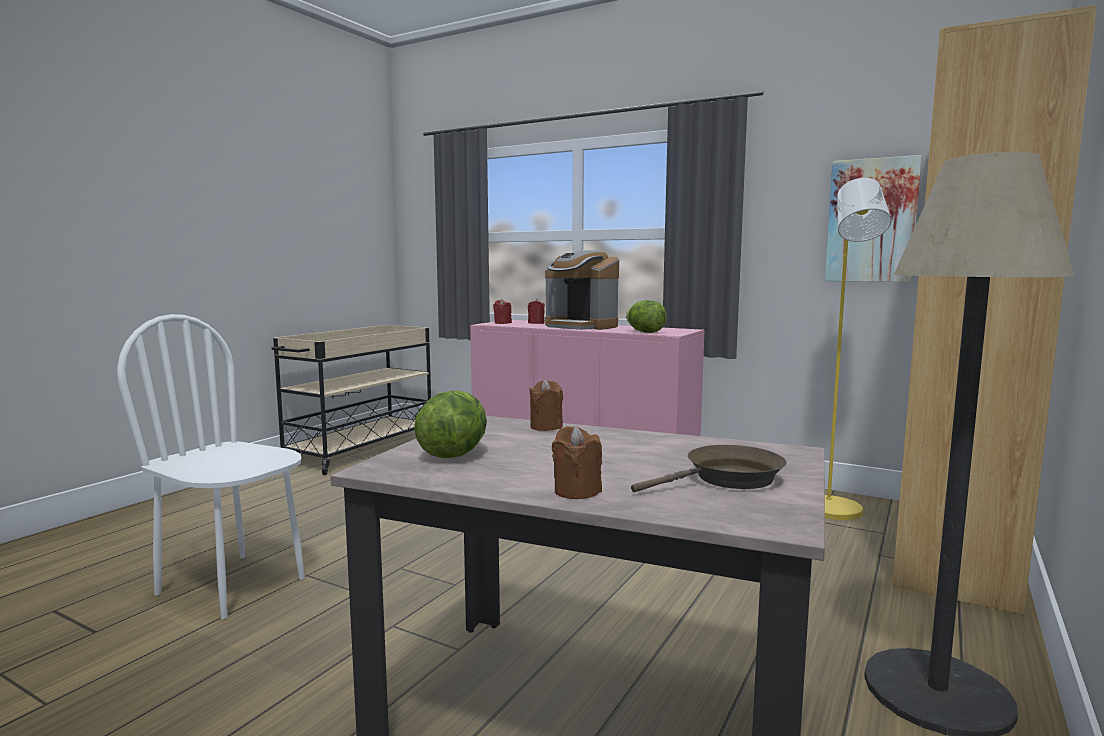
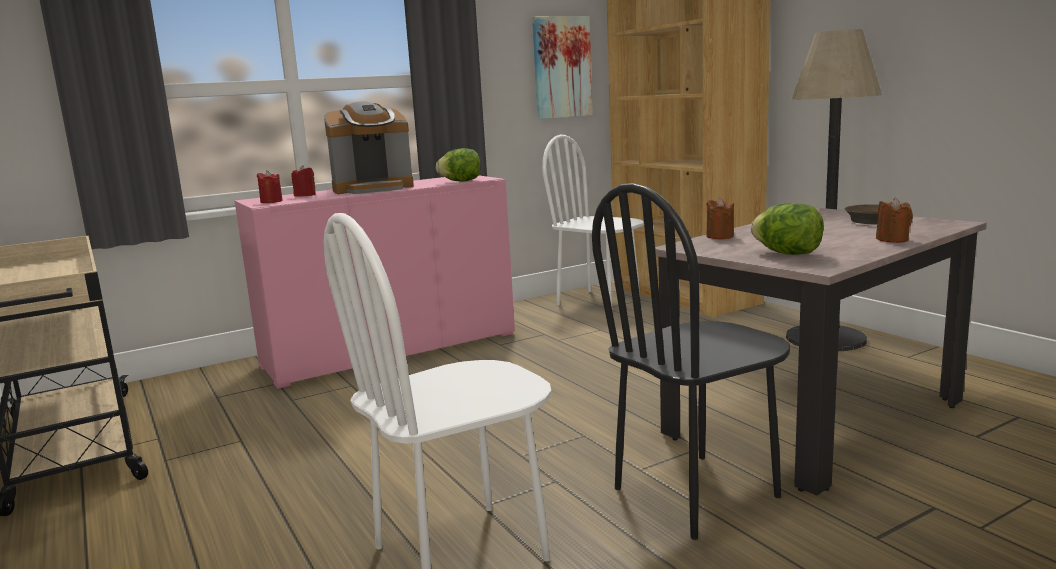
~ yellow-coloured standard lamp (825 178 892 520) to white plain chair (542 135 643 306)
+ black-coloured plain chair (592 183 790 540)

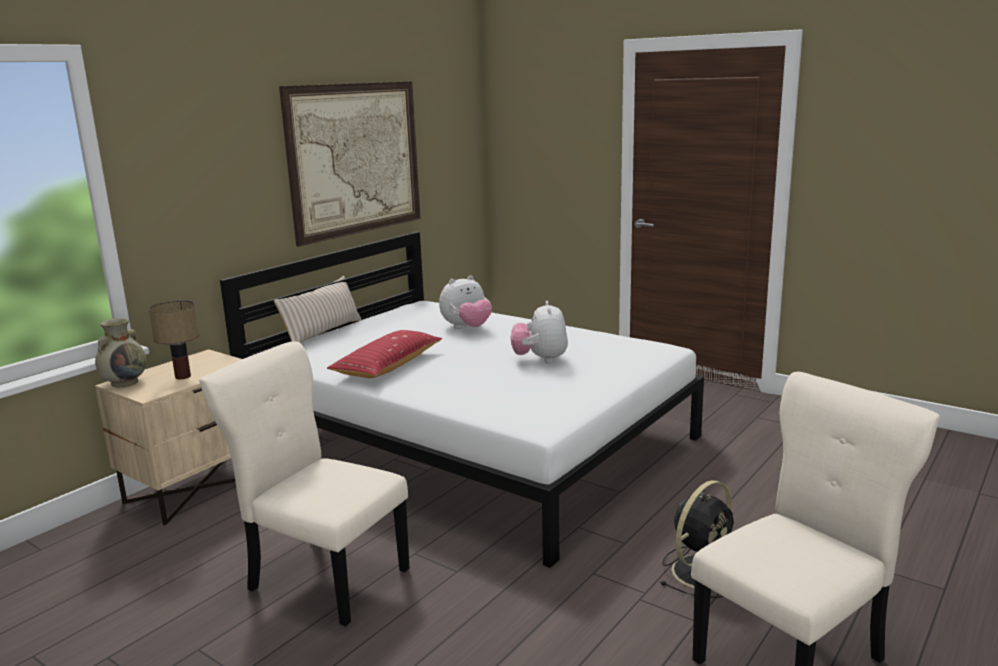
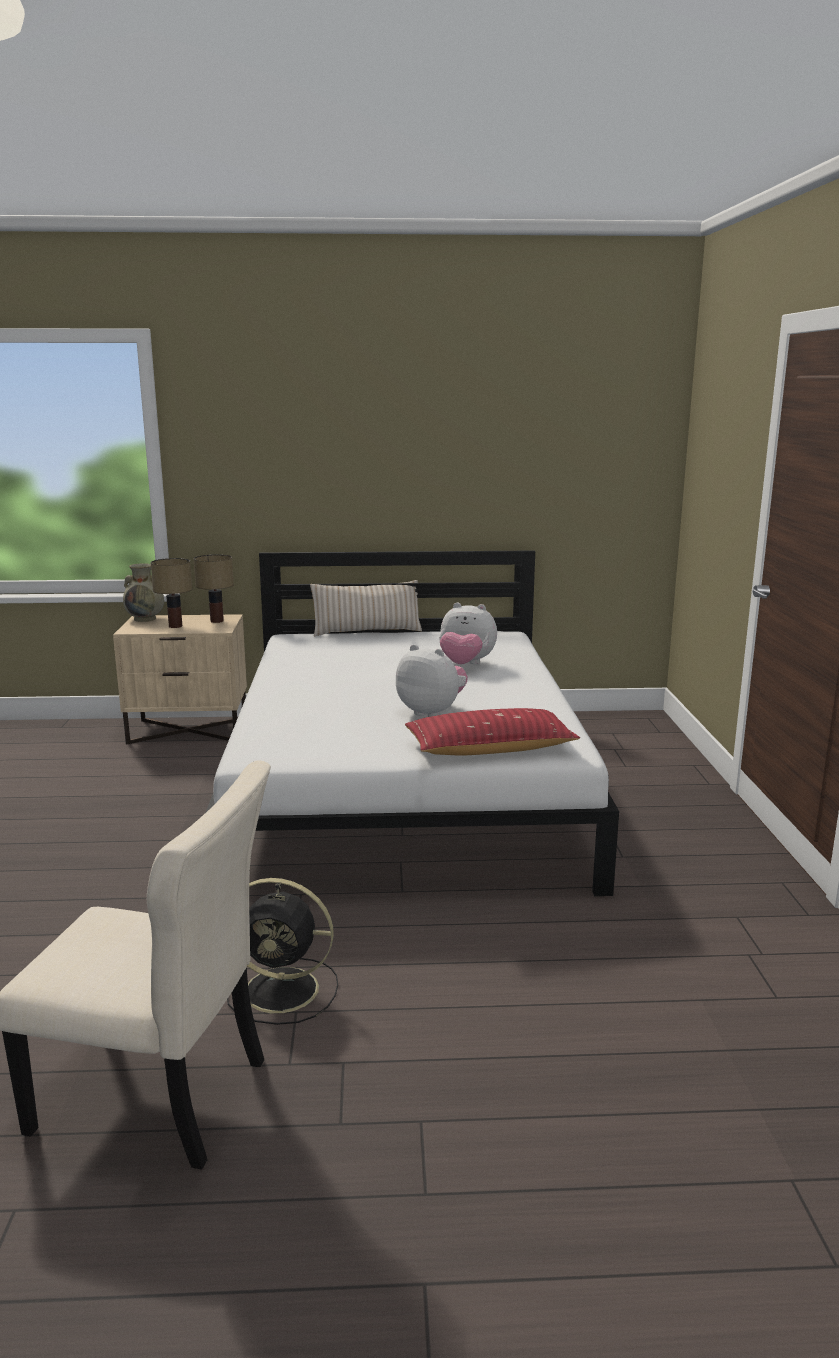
- beige plain chair (199 341 409 627)
- picture (279 82 421 247)
~ reddish cushion (327 330 442 378) to (405 708 580 755)
~ cuddly toy (511 301 568 363) = (396 644 468 717) 75 degrees clockwise
+ tabletop lamp (193 554 234 623)

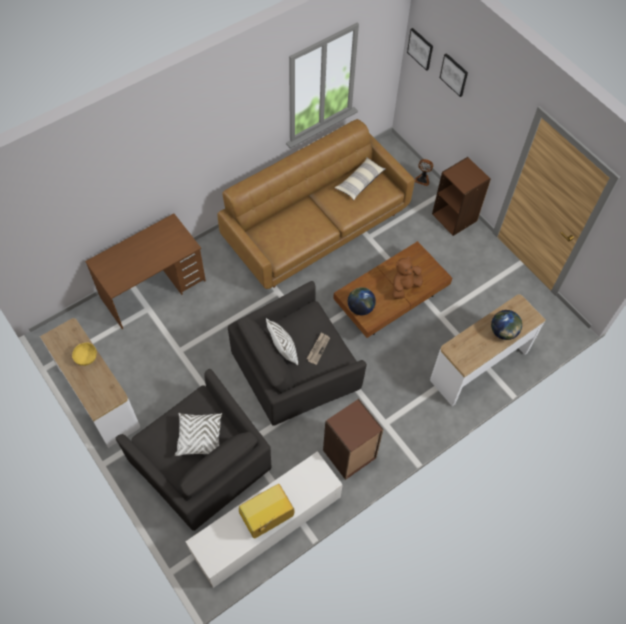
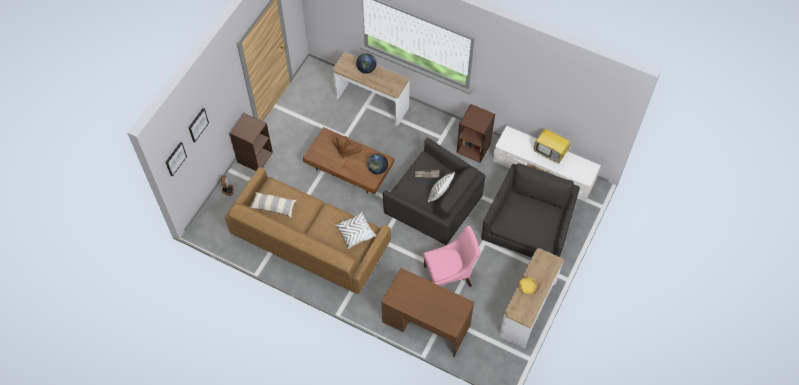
~ white cushion (175 413 222 456) to (335 212 376 249)
+ pink plain chair (423 226 481 287)

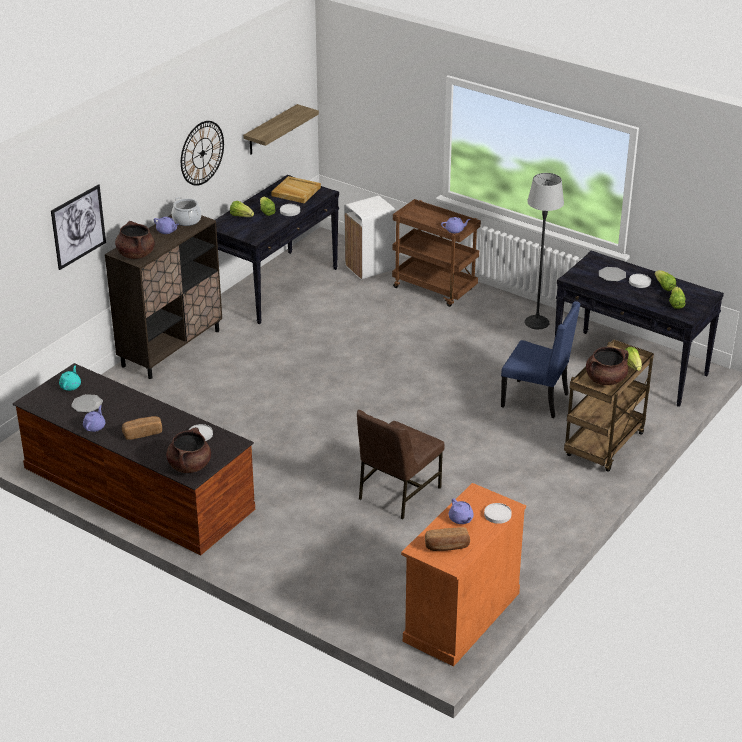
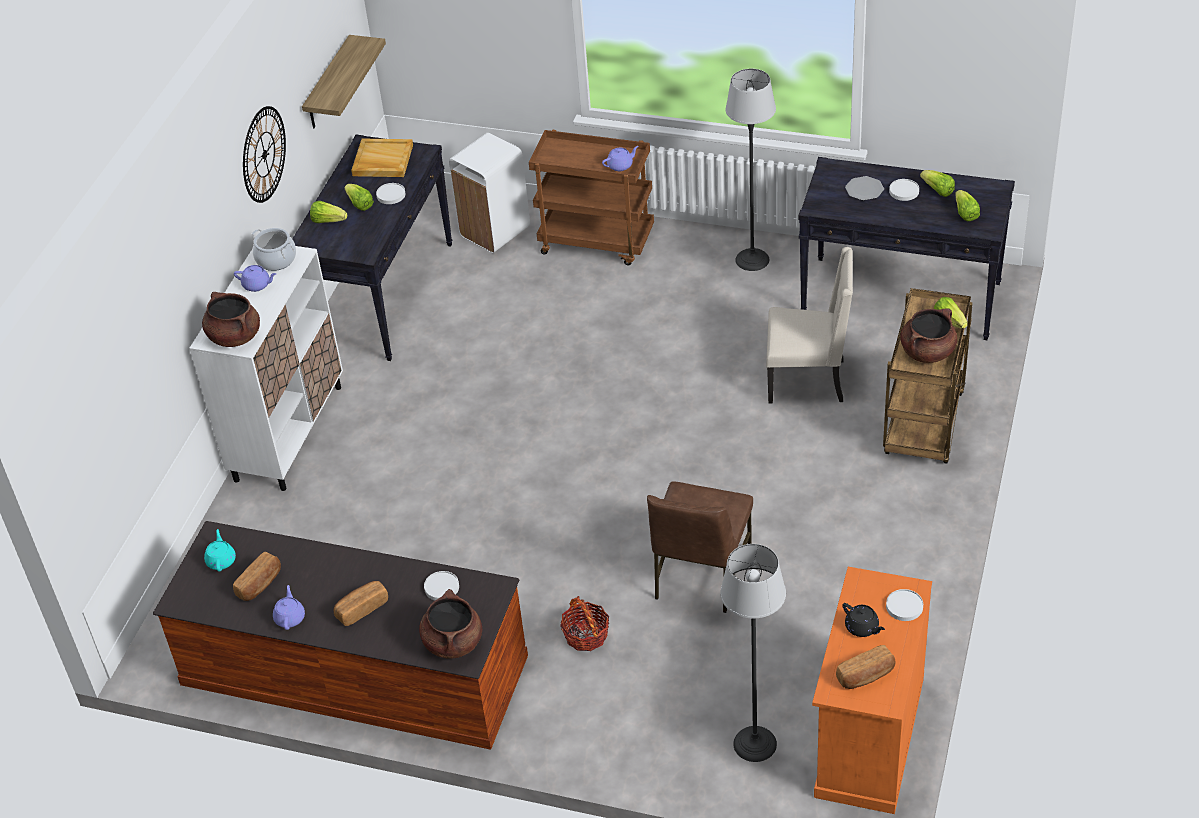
- picture (51 184 106 270)
~ flat dish (71 394 103 413) to bakery bread (233 552 281 601)
~ brown-coloured cabinet (105 214 222 379) to white cabinet (189 246 343 491)
~ purple pot for tea (449 498 474 524) to black-coloured pot for tea (842 603 885 637)
~ blue-coloured plain chair (501 301 581 418) to beige plain chair (766 247 853 404)
+ household basket (560 596 609 651)
+ standard lamp (720 544 786 762)

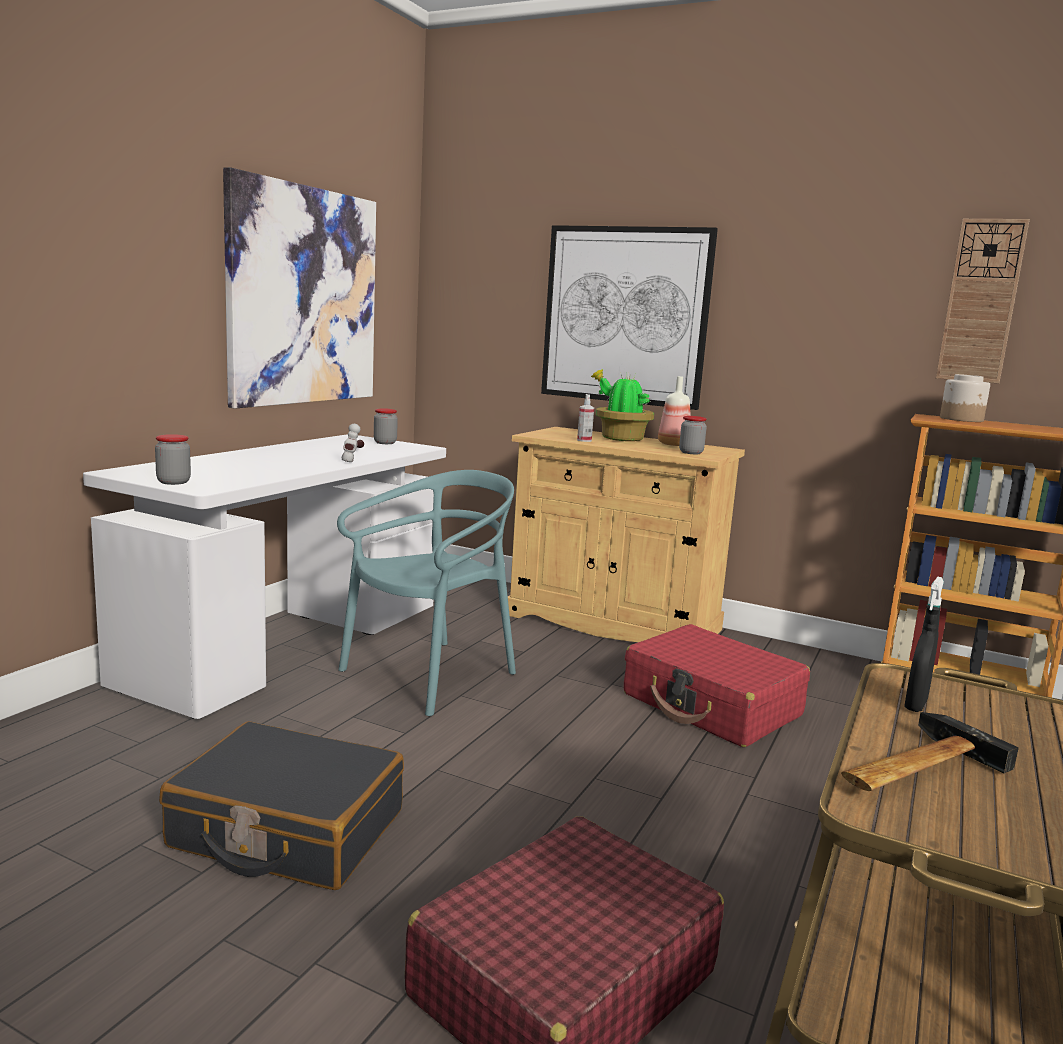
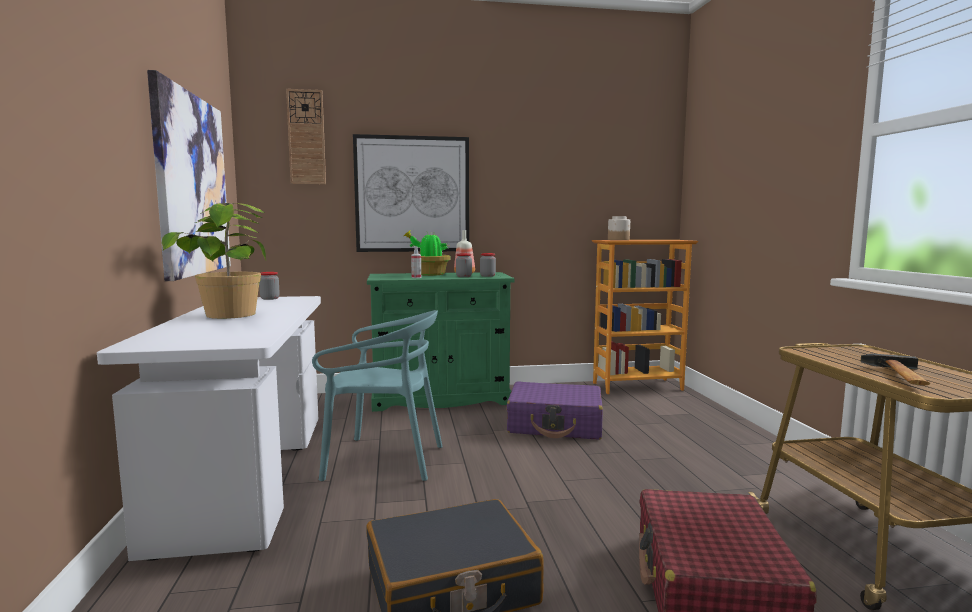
~ jar (155 434 191 485) to (456 253 472 277)
~ turquoise plain chair (337 470 516 716) = (312 310 443 481) 90 degrees clockwise
- hand hammer (342 424 364 462)
~ beige cabinet (508 427 745 642) to green-coloured cabinet (367 272 515 412)
~ reddish suitcase (624 624 810 747) to purple suitcase (507 381 603 440)
- black-coloured sprayer (904 577 944 712)
~ clock on the wall (936 219 1030 383) to (286 89 326 184)
+ houseplant (162 203 266 319)

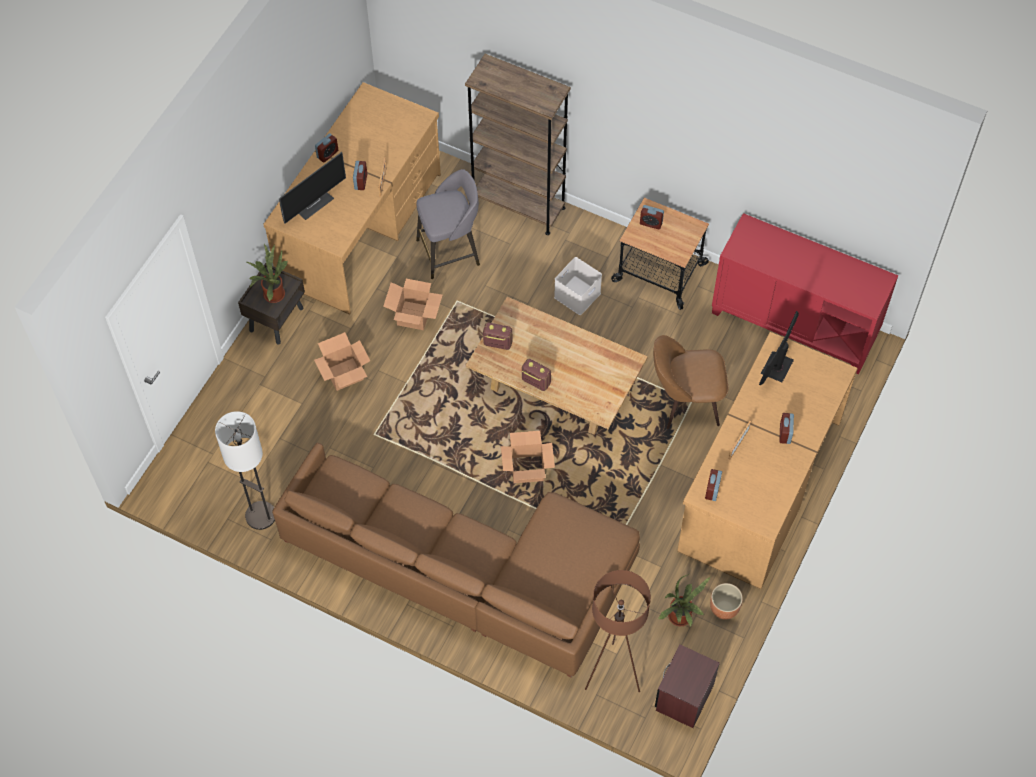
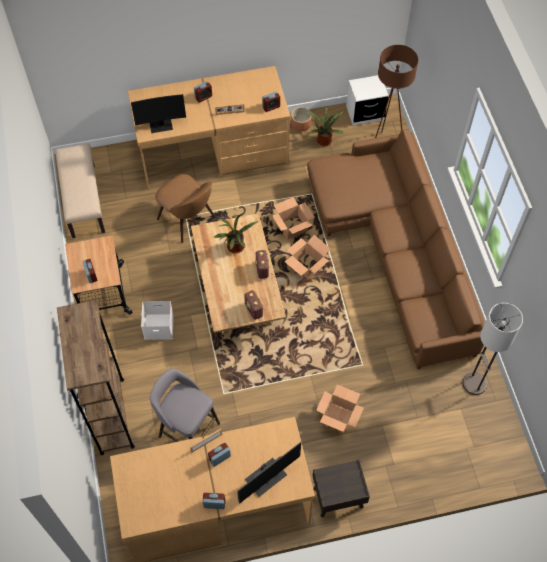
~ houseplant (247 244 288 303) to (214 213 259 254)
~ monitor (279 152 346 224) = (237 442 301 504) 135 degrees clockwise
~ packing box (383 279 443 330) to (272 197 314 239)
~ brown-coloured bedside table (655 645 720 728) to white bedside table (346 75 389 125)
~ reddish cabinet (712 213 898 374) to beige long seat (55 143 105 238)

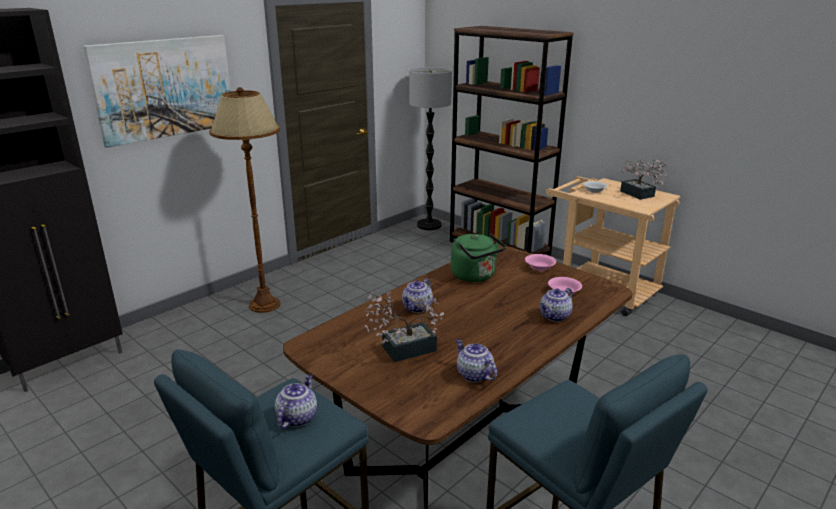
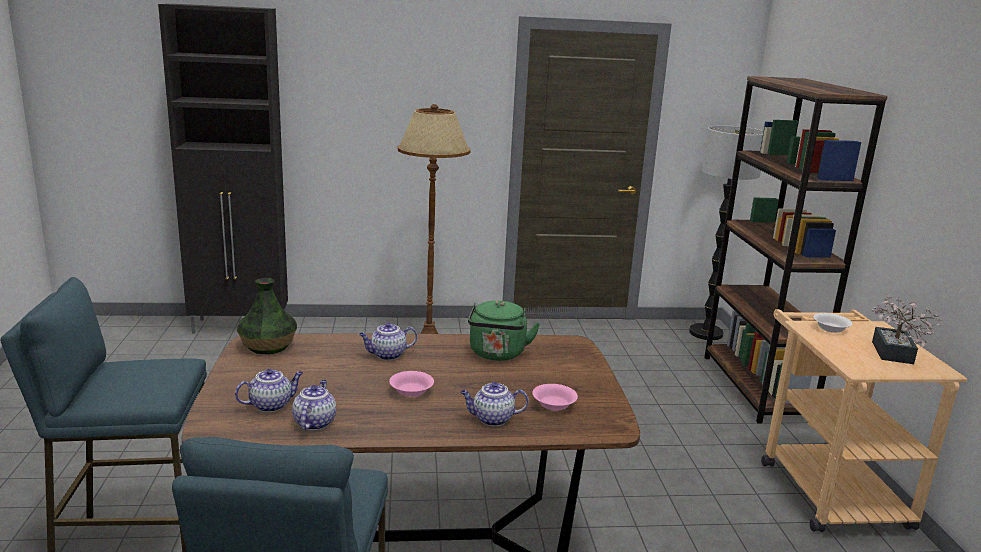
- picture (83 35 231 148)
~ pot for tea (275 375 317 428) to (235 369 303 412)
- houseplant (365 291 444 362)
~ pink bowl (525 254 556 271) to (389 371 434 397)
+ flower vase (237 278 297 354)

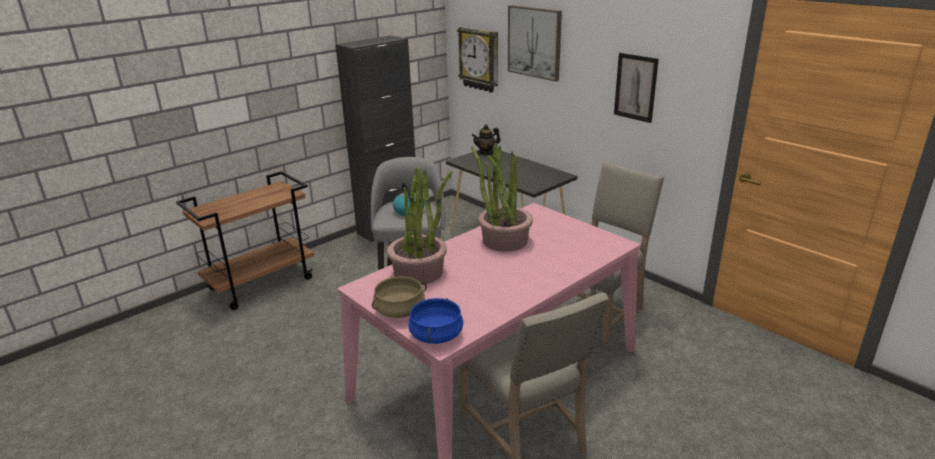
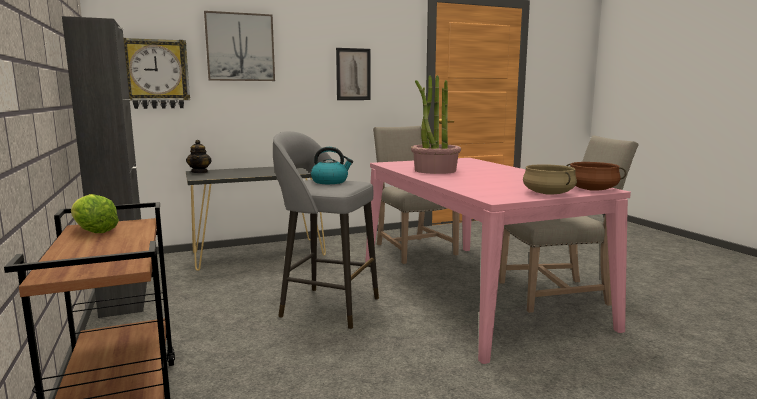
- houseplant (387 167 452 285)
~ blue-coloured stockpot (408 298 464 344) to brown-coloured stockpot (566 162 626 191)
+ head of lettuce (71 194 119 233)

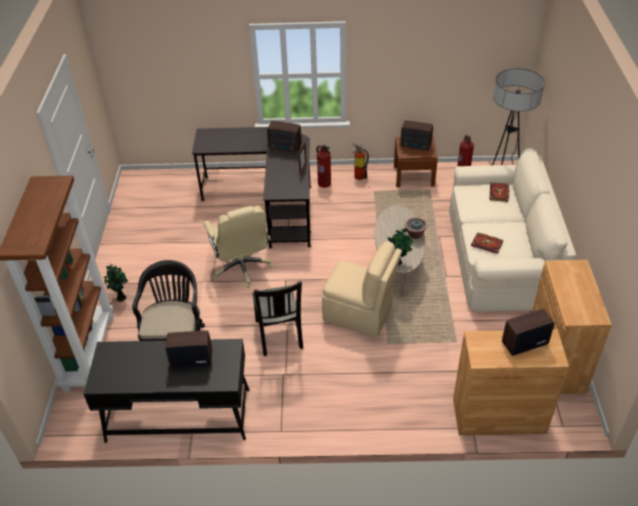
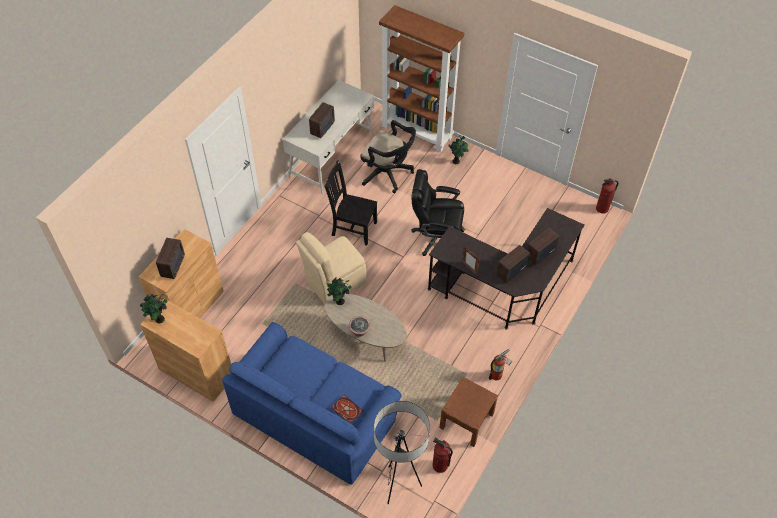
~ black-coloured desk (84 339 250 443) to white desk (283 80 374 194)
~ beige computer chair (203 206 274 288) to black-coloured computer chair (411 169 465 256)
~ fire extinguisher (316 145 331 188) to (596 178 618 214)
~ radio set (400 120 433 151) to (527 228 560 266)
~ beige sofa (449 148 576 312) to blue-coloured sofa (222 322 402 485)
- bound book (471 232 503 254)
+ houseplant (140 294 168 323)

